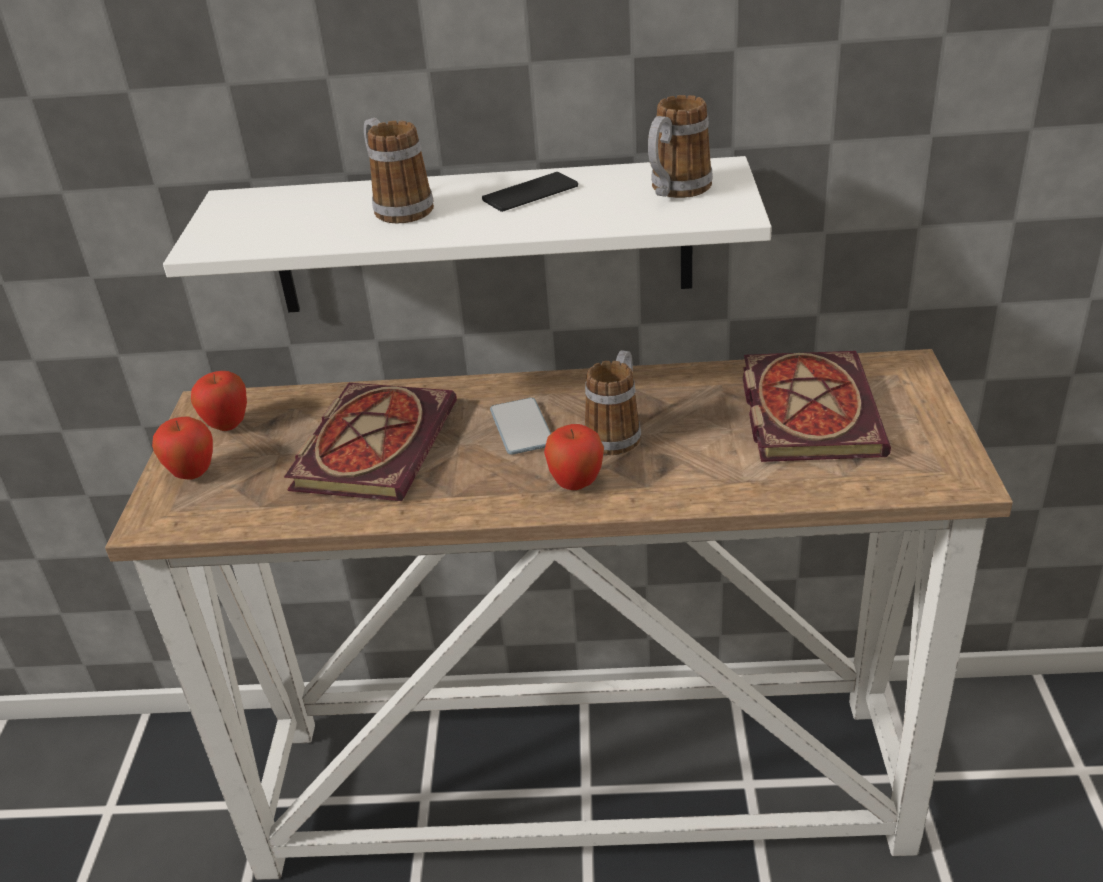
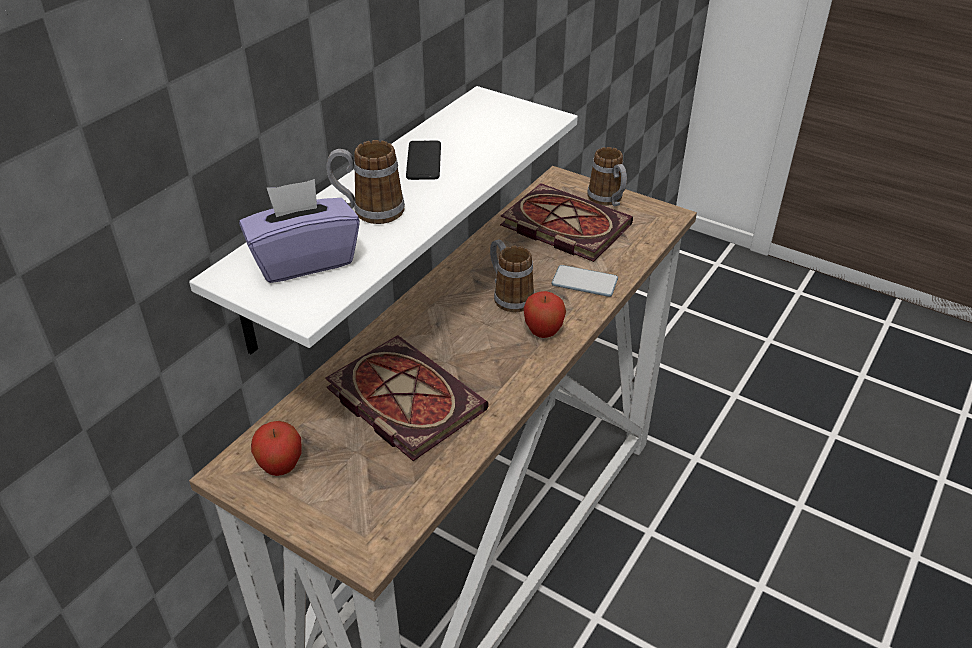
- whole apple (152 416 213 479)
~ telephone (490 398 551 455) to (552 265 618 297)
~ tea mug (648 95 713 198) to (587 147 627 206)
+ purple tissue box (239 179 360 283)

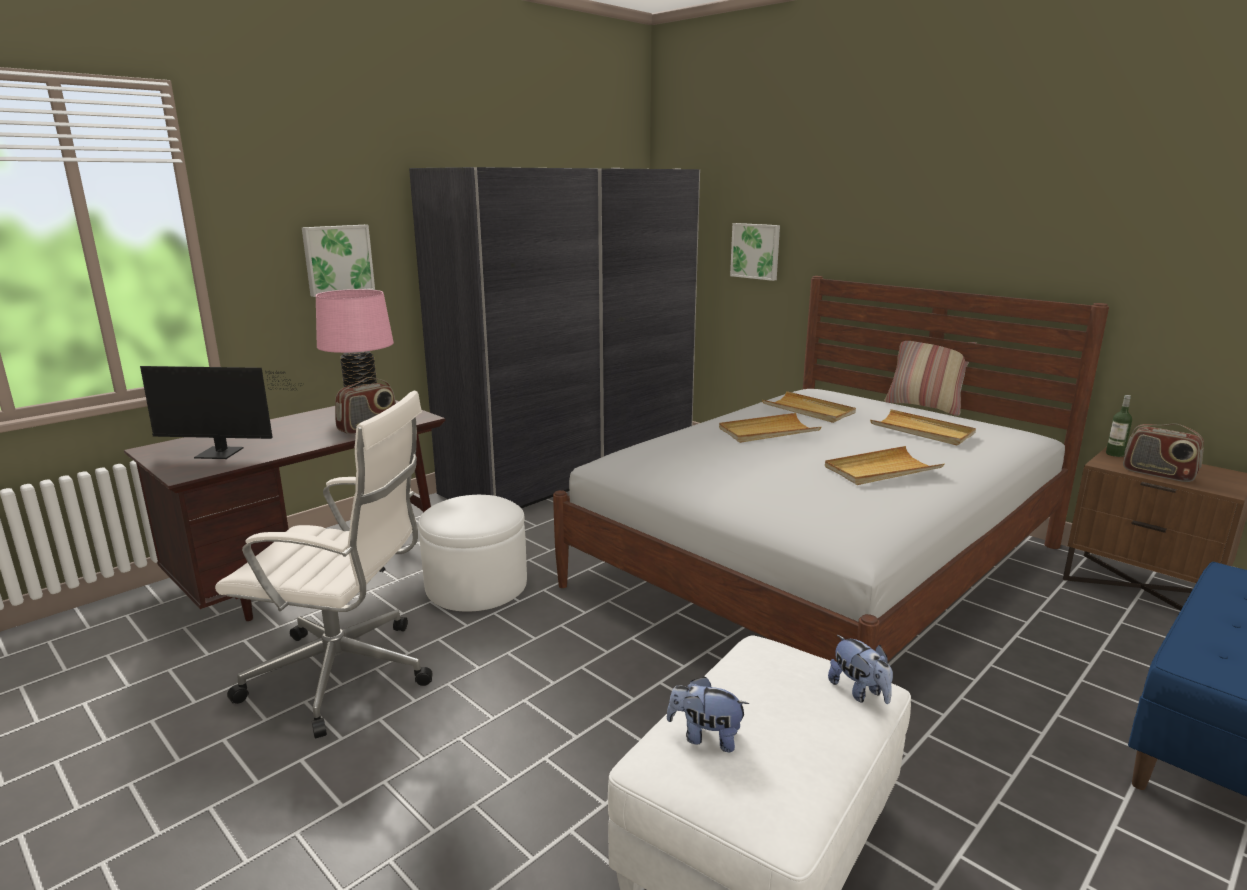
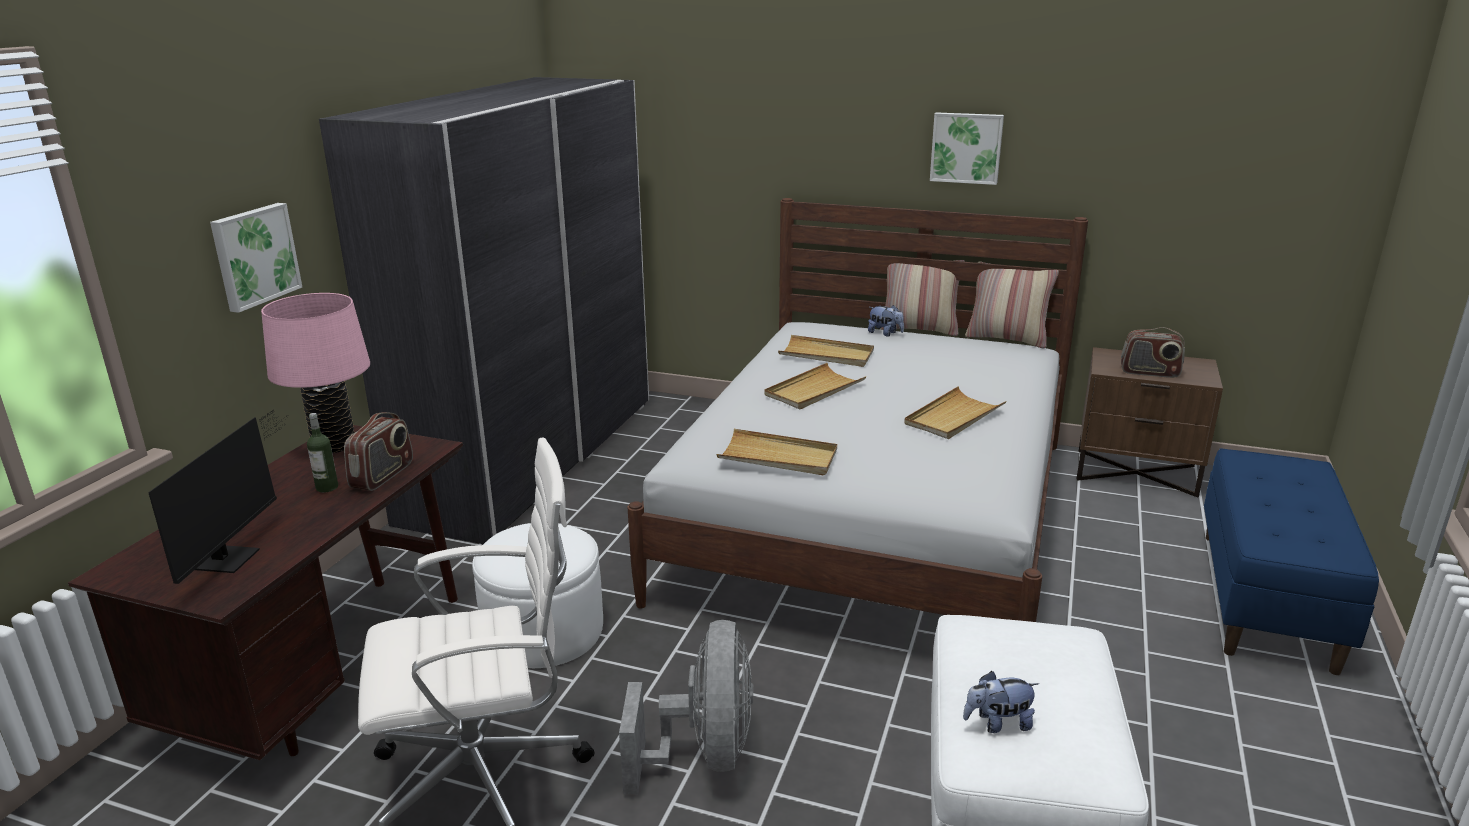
~ monitor (140 366 302 459) = (148 410 288 584) 60 degrees counterclockwise
~ picture (730 223 780 281) to (930 112 1004 185)
~ cuddly toy (828 635 893 704) to (868 305 904 336)
~ beige carrying tray (870 409 976 446) to (717 429 837 475)
~ bottle (1106 395 1132 457) to (307 413 338 493)
+ greyish electric fan (619 620 753 794)
+ cushion (965 261 1059 348)

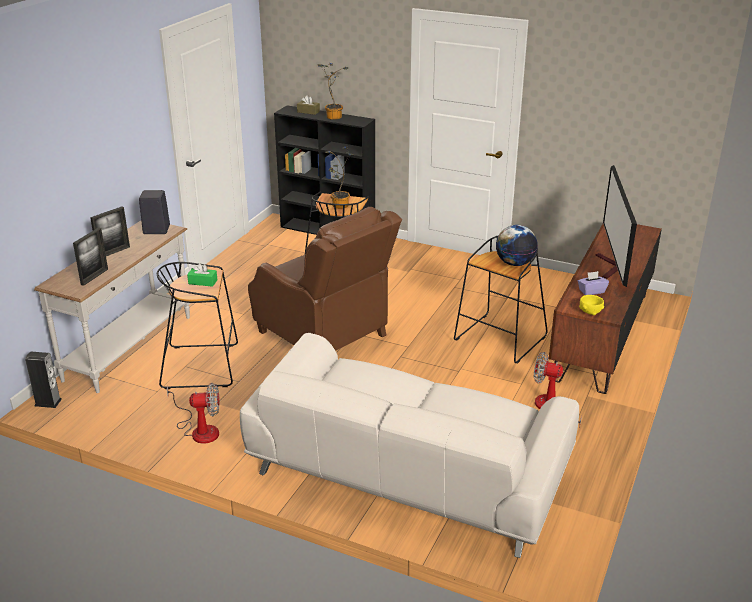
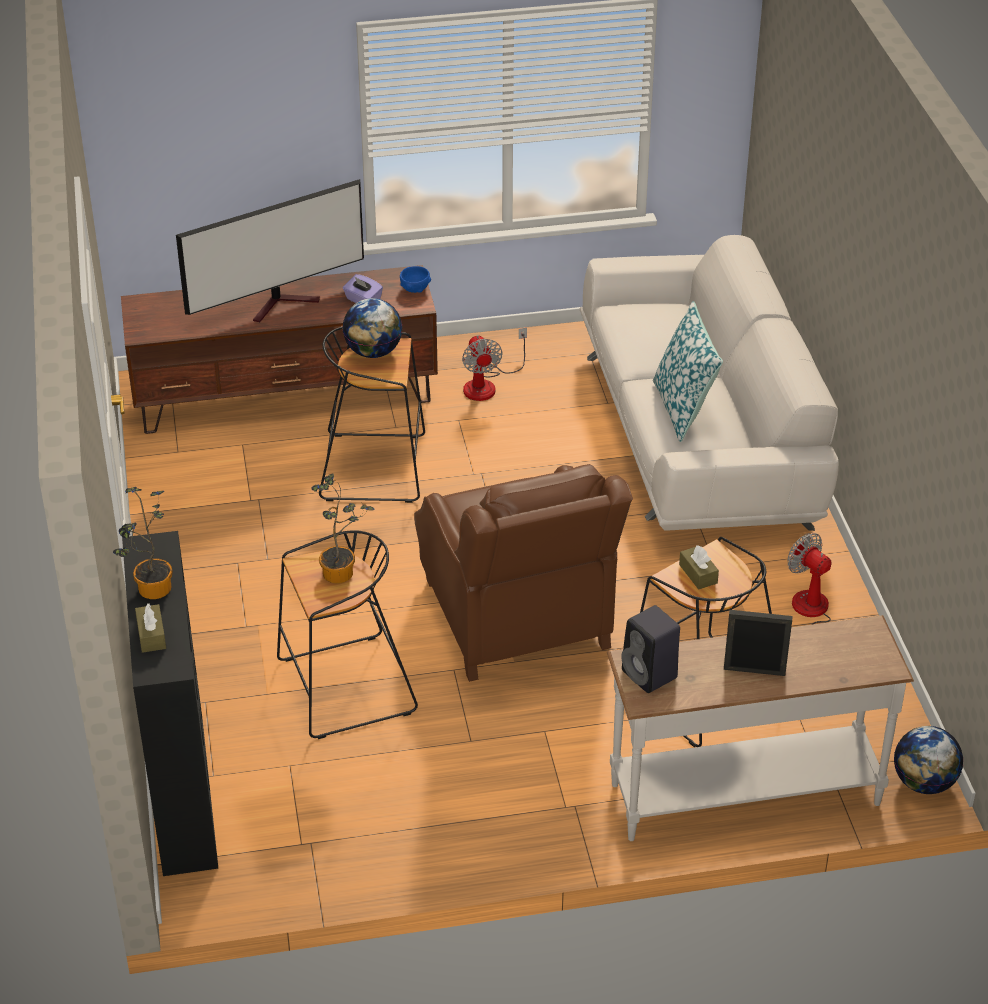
~ loudspeaker (25 351 62 408) to world globe (894 726 963 794)
- picture frame (73 228 108 286)
~ green-coloured tissue box (187 263 217 287) to brown-coloured tissue box (679 545 719 589)
~ brown-coloured lounge chair (248 207 402 350) = (414 464 633 682) 150 degrees clockwise
~ yellow-coloured bowl (579 295 604 315) to blue-coloured bowl (400 266 431 293)
+ cushion (653 301 723 442)

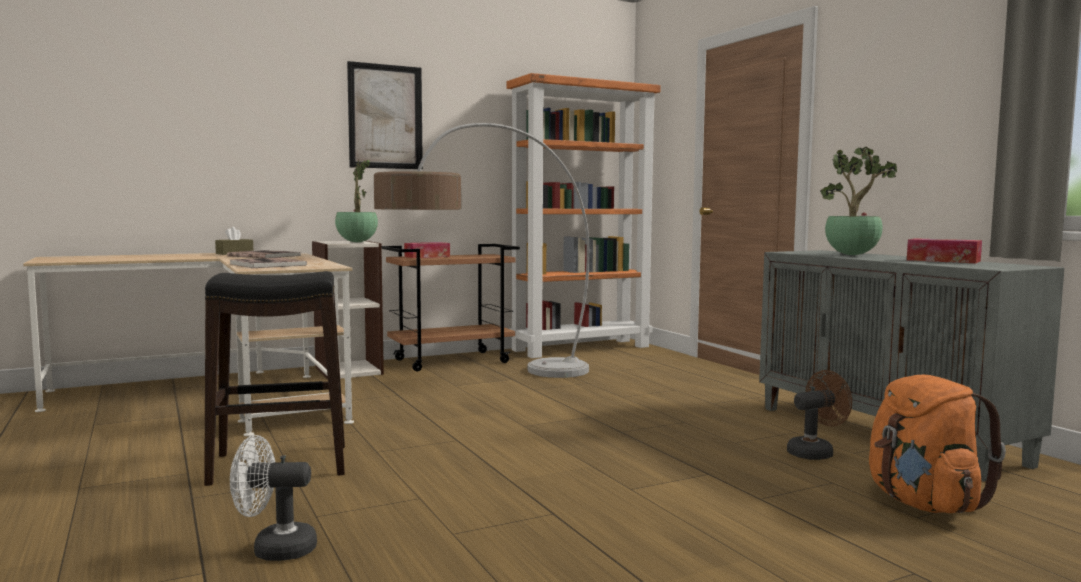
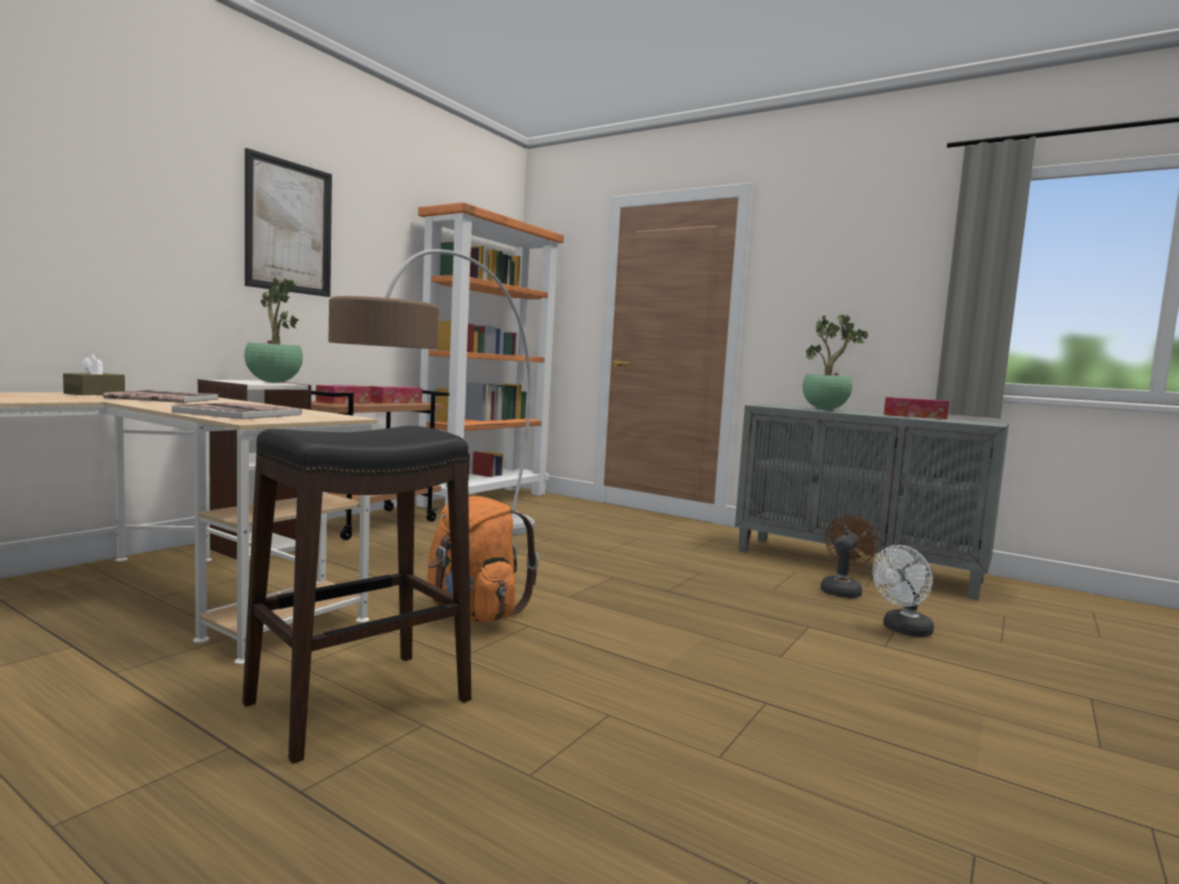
~ white electric fan (230 435 317 561) to (873 545 934 637)
~ orangey rucksack (869 375 1006 513) to (427 496 539 623)
+ tissue box (371 386 422 404)

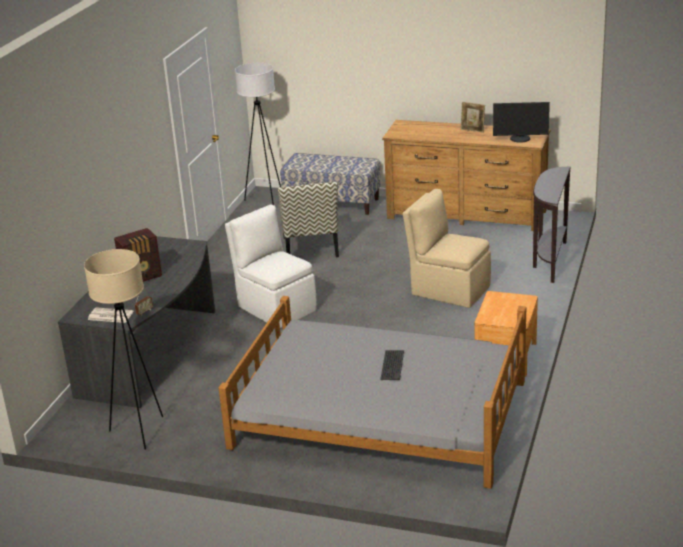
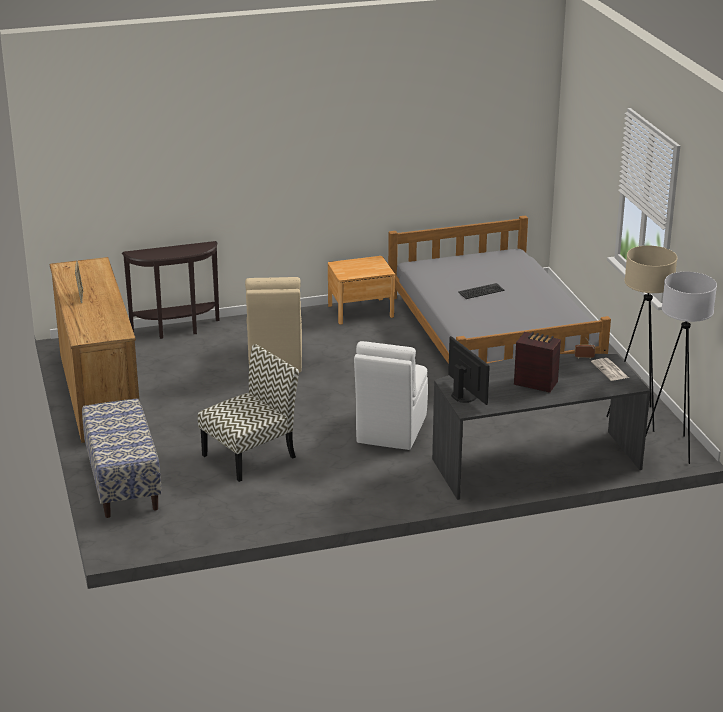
~ white standard lamp (235 63 281 205) to (646 272 717 464)
~ monitor (493 102 550 143) to (448 336 490 405)

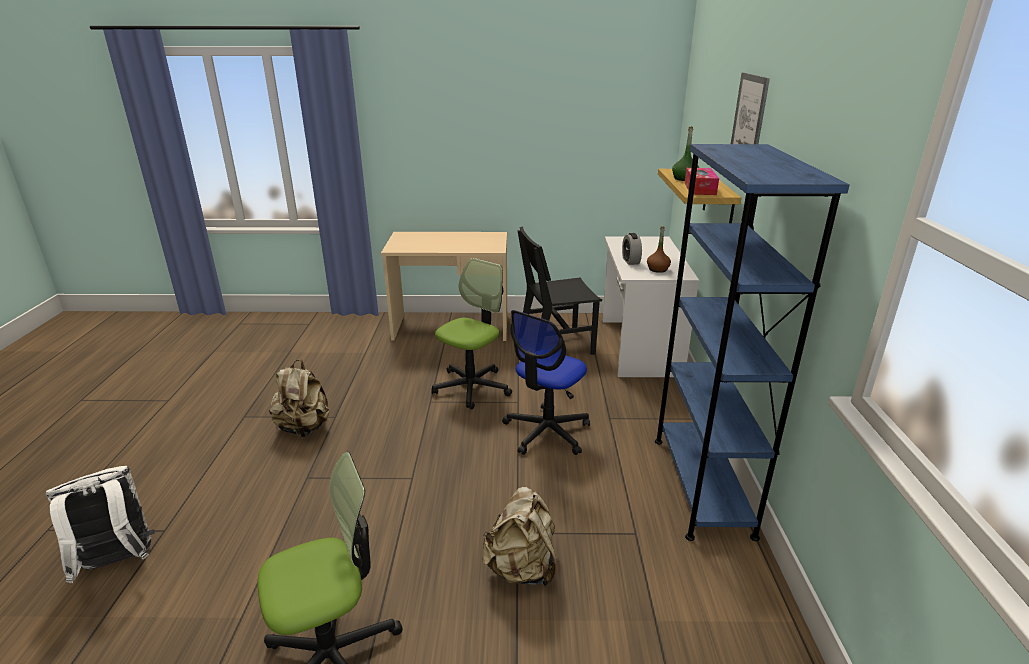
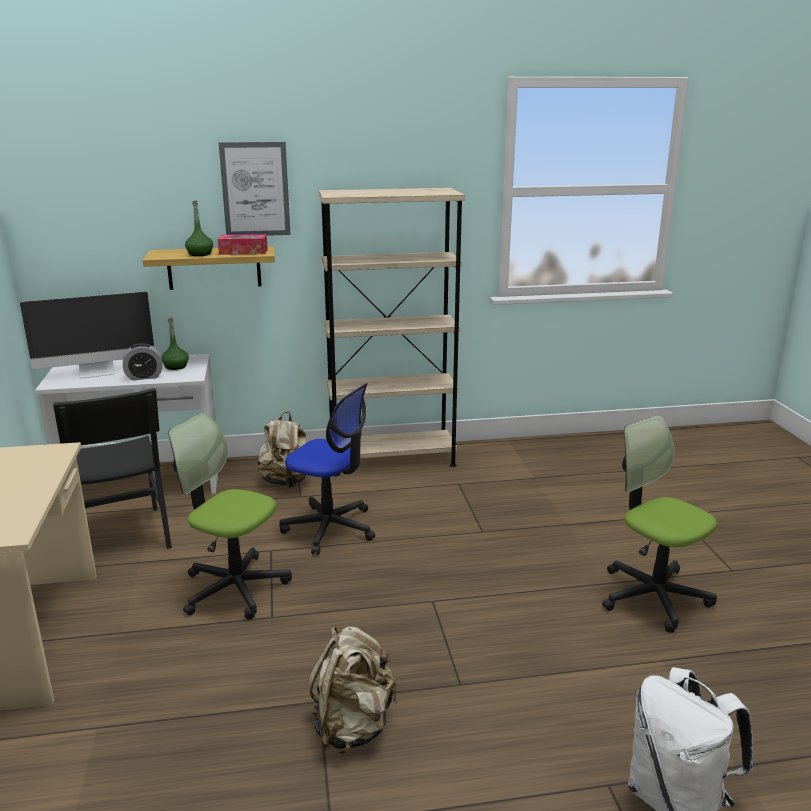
~ beige rucksack (482 487 556 587) to (258 412 306 488)
~ brown-coloured bottle (647 226 671 273) to green-coloured bottle (161 317 189 370)
~ blue-coloured shelving unit (655 144 849 541) to beige shelving unit (319 188 465 474)
+ monitor (20 291 154 379)

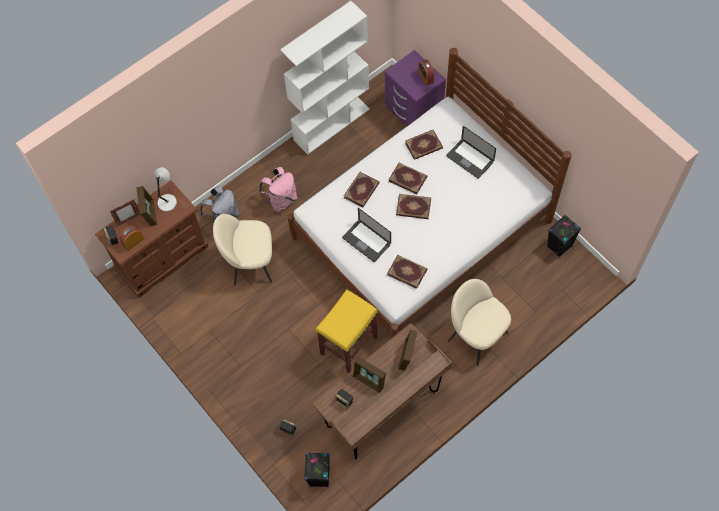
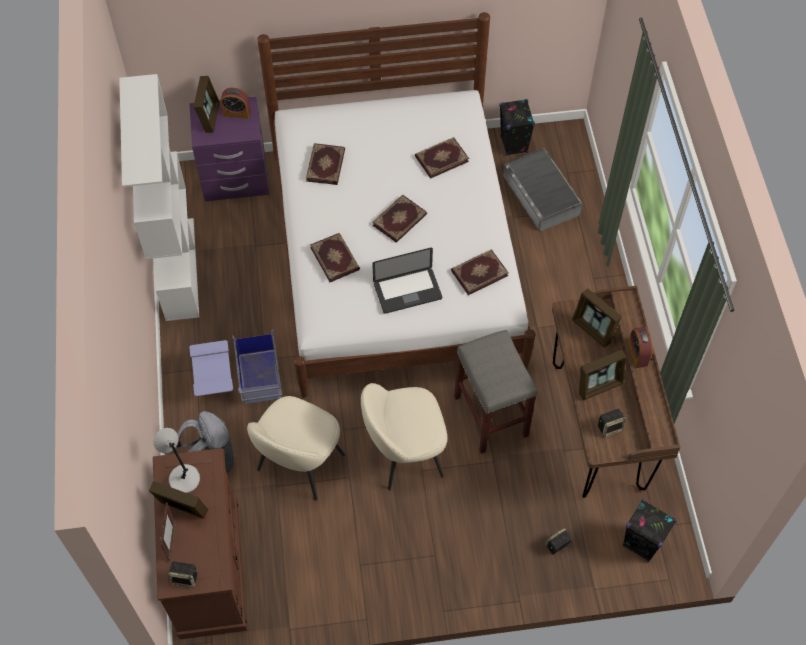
~ table clock (120 225 144 251) to (628 327 653 368)
~ pink rucksack (258 167 297 212) to blue-coloured storage container (189 330 282 404)
~ yellow-coloured stool (316 289 378 373) to greyish stool (454 330 538 454)
~ bound book (388 163 427 194) to (415 137 469 179)
- portable computer (446 126 496 179)
~ beige plain chair (448 279 511 366) to (361 383 447 490)
+ picture frame (194 76 220 133)
+ greyish storage container (503 148 583 231)

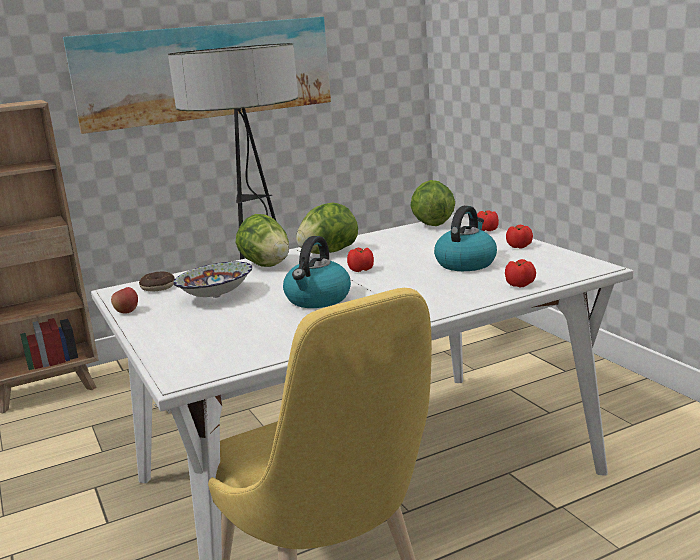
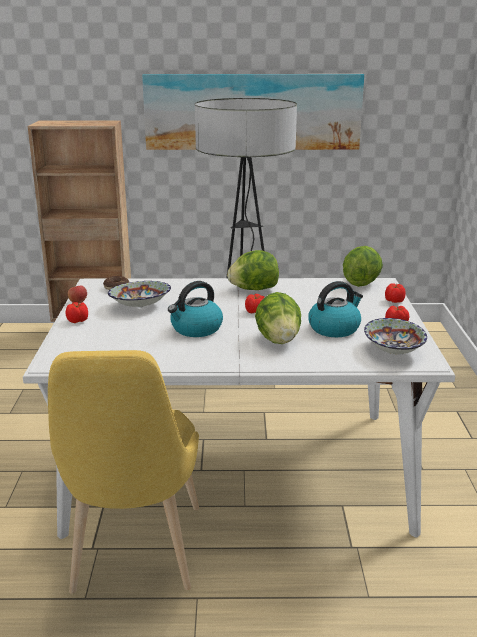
~ head of lettuce (236 214 289 267) to (255 292 301 344)
~ tomato (505 259 536 287) to (66 302 88 323)
+ bowl (364 318 427 354)

